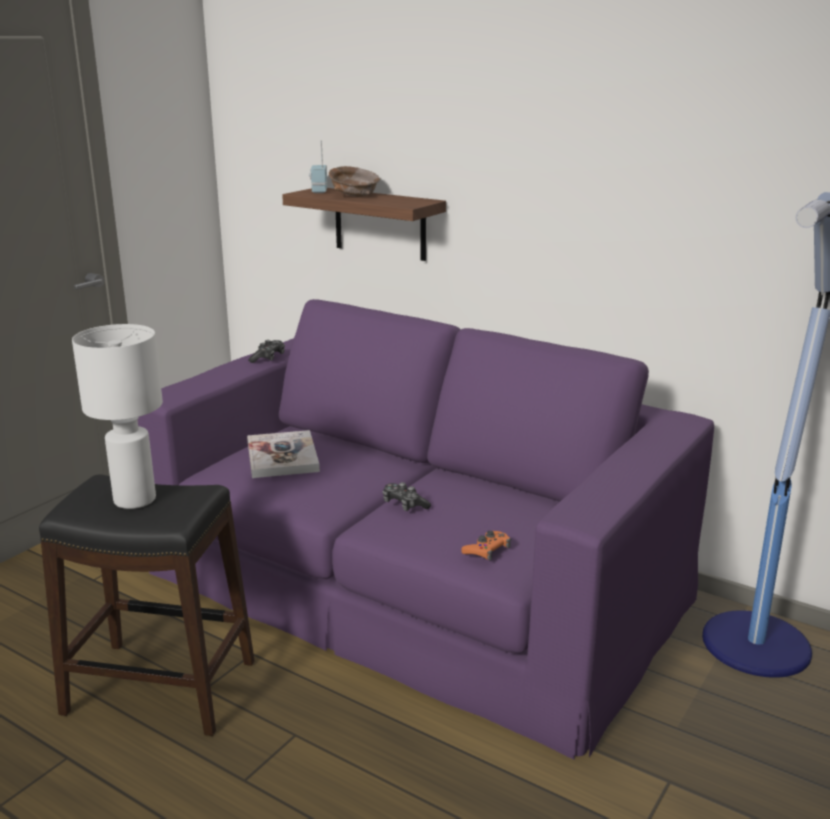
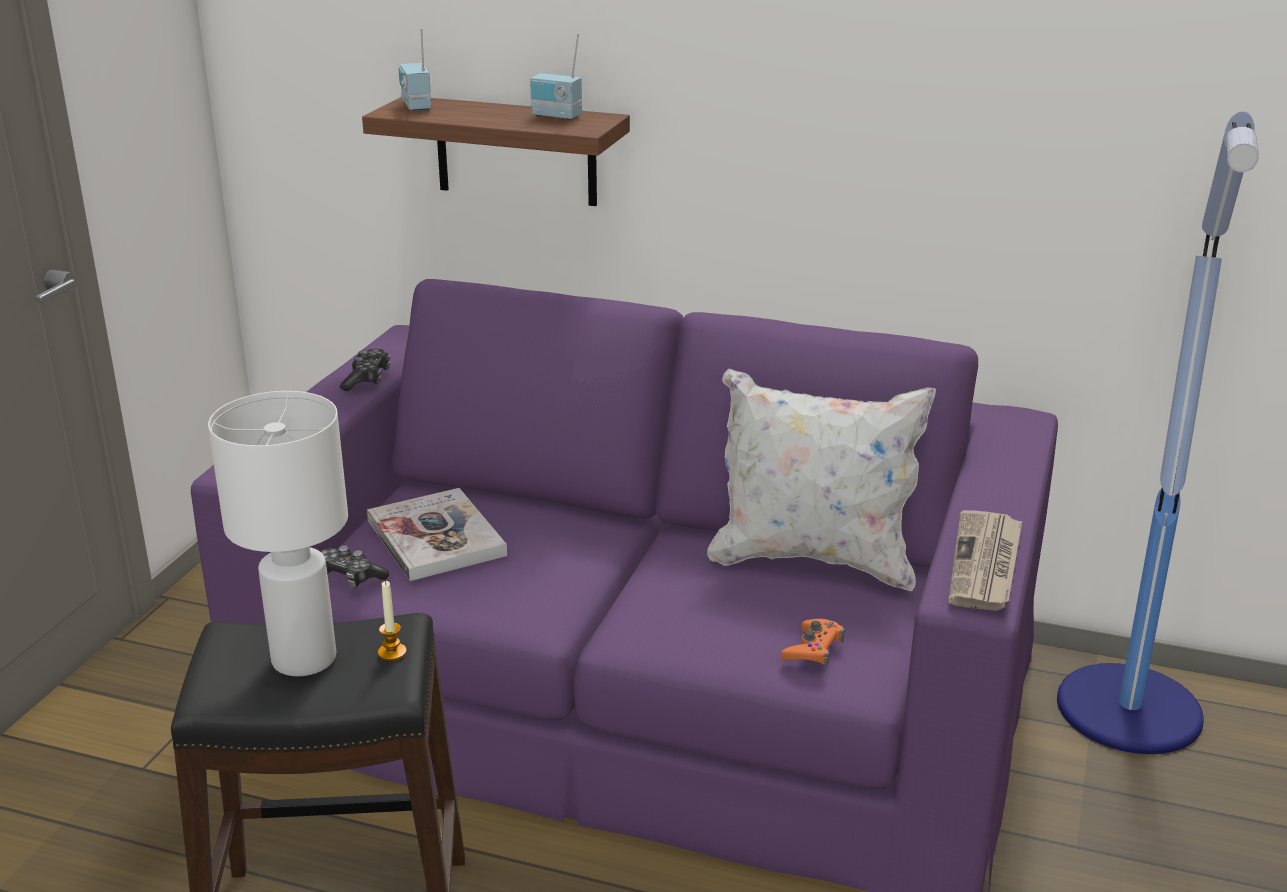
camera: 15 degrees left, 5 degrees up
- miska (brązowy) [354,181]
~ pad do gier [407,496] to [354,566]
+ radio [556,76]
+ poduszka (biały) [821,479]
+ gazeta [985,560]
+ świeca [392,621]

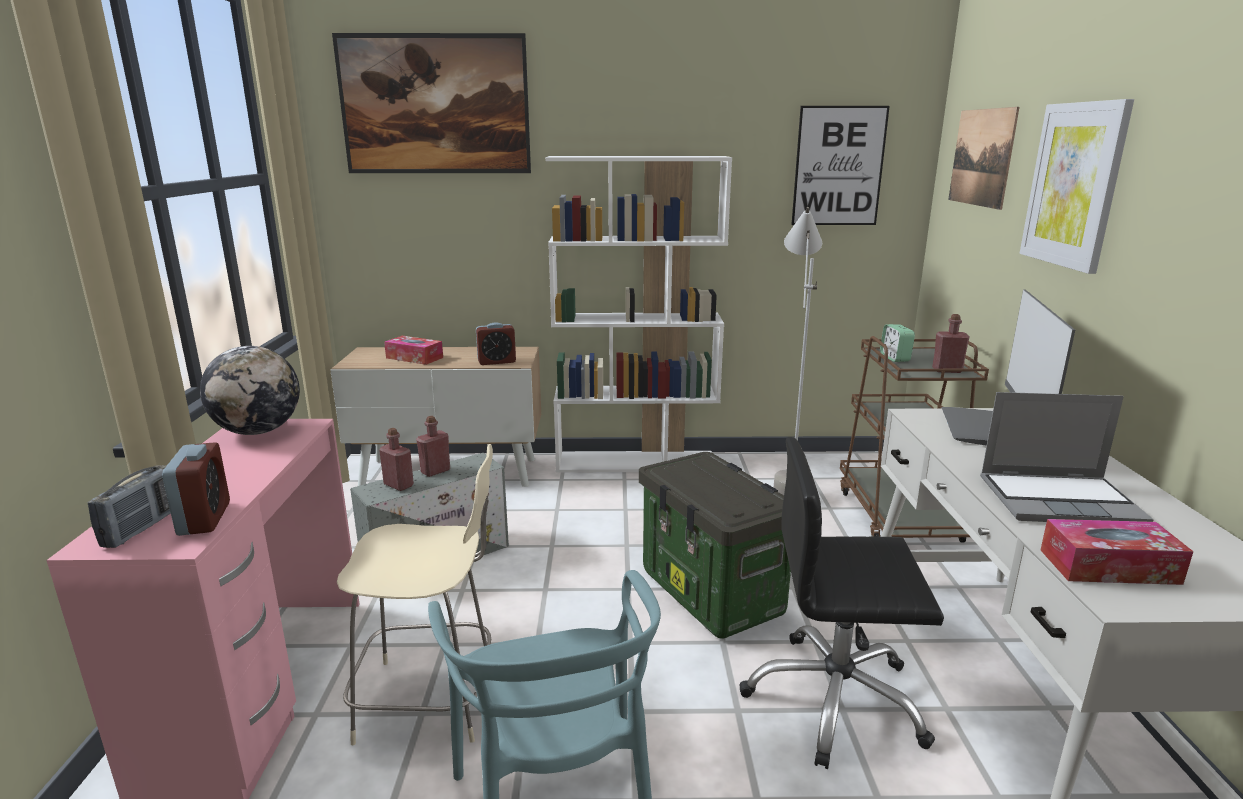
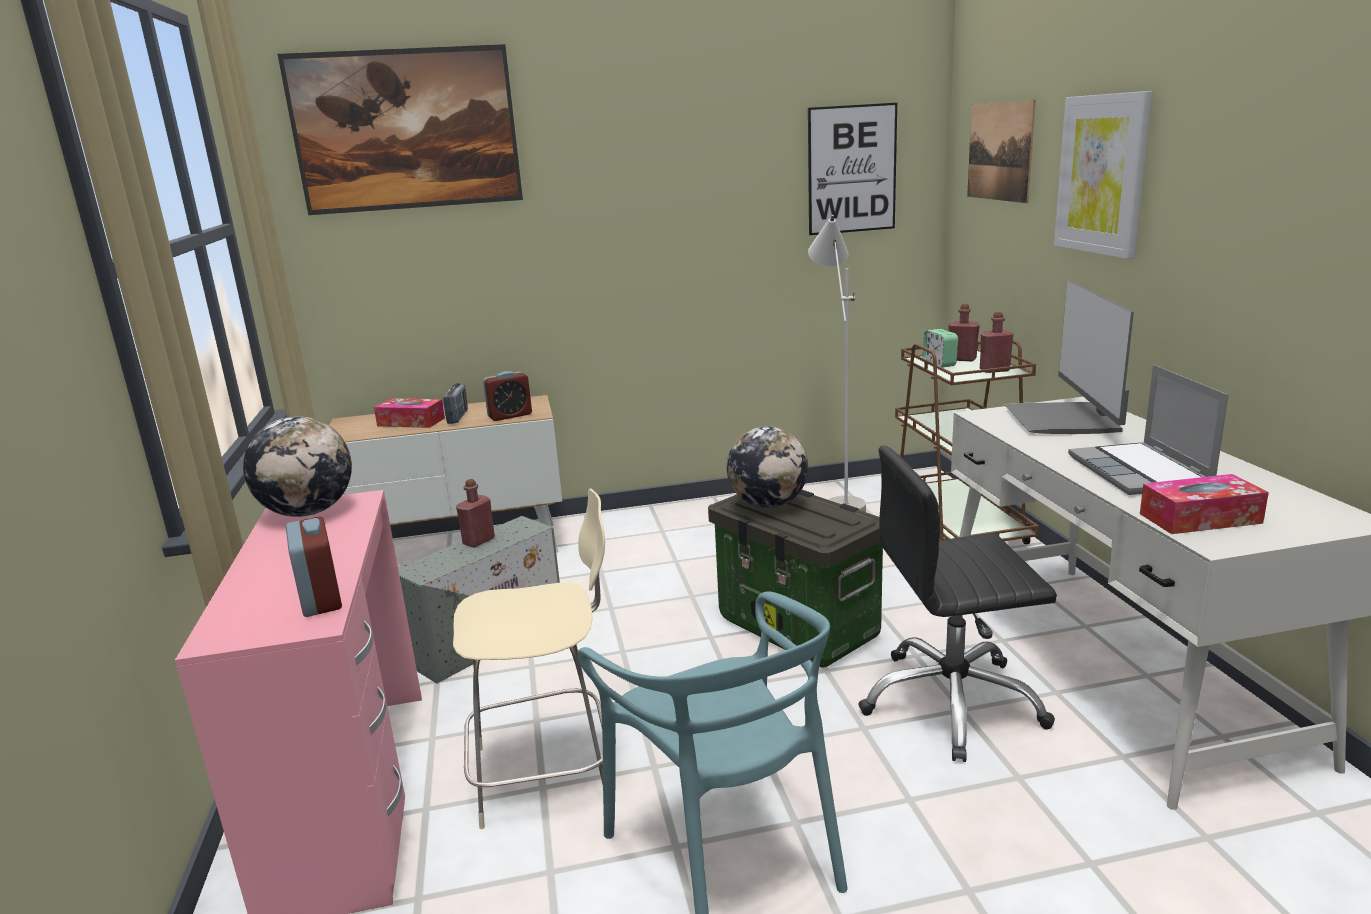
camera: 10 degrees left, 0 degrees up
- regał (biały) [638,314]
~ laptop [1067,457] = [1148,430] 90 degrees clockwise
~ butelka (czerwony) [396,459] to [964,332]
~ radio [129,506] to [455,403]
+ globus [767,467]

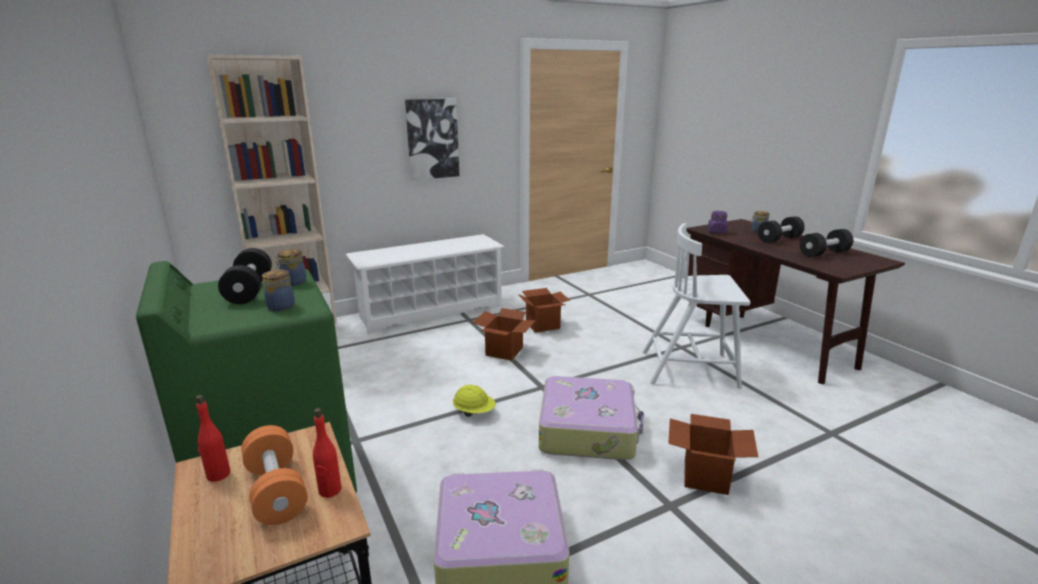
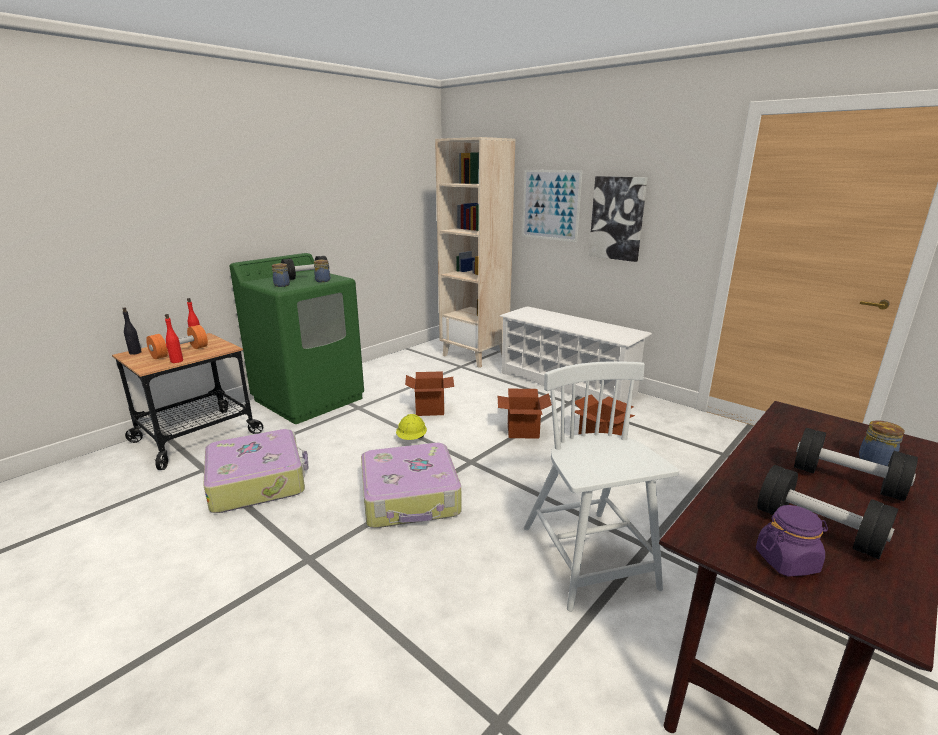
camera: 70 degrees right, 0 degrees up
~ słoik (fioletowy) [718,222] to [792,541]
~ karton [713,454] to [429,393]
+ obraz [552,206]
+ butelka (czarny) [132,331]

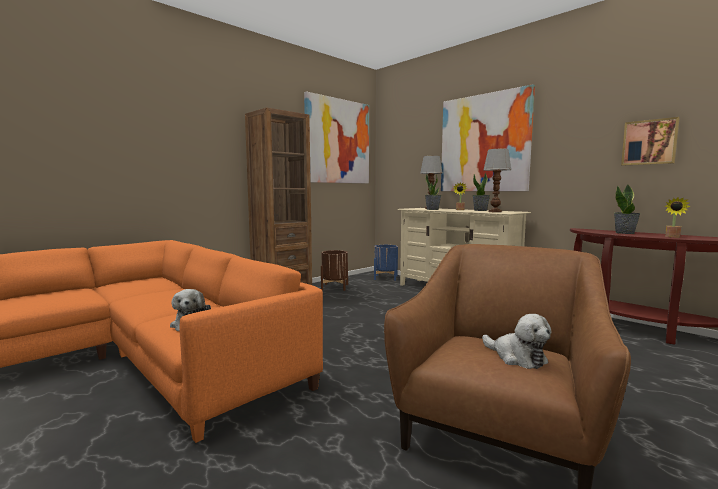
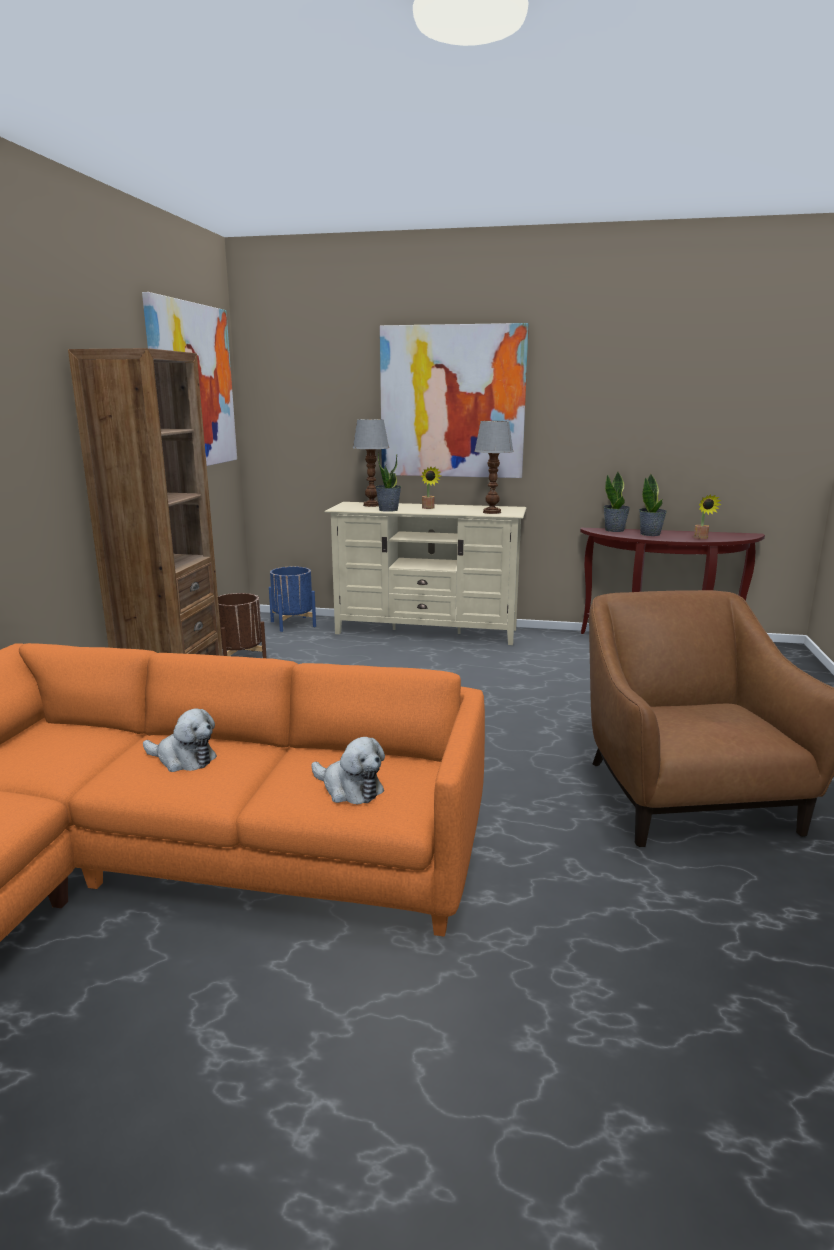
camera: 35 degrees left, 10 degrees up
- obraz [650,141]
~ roślina doniczkowa [481,191] to [616,502]
~ pluszak [517,341] to [180,740]

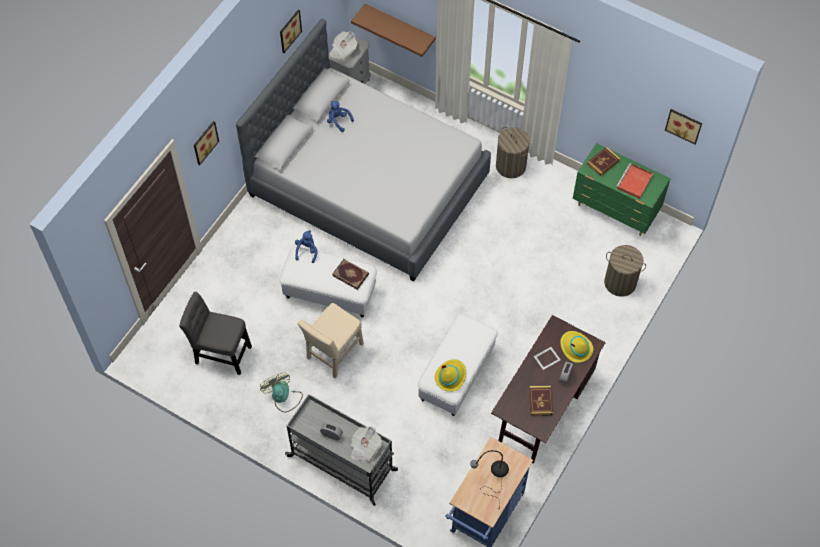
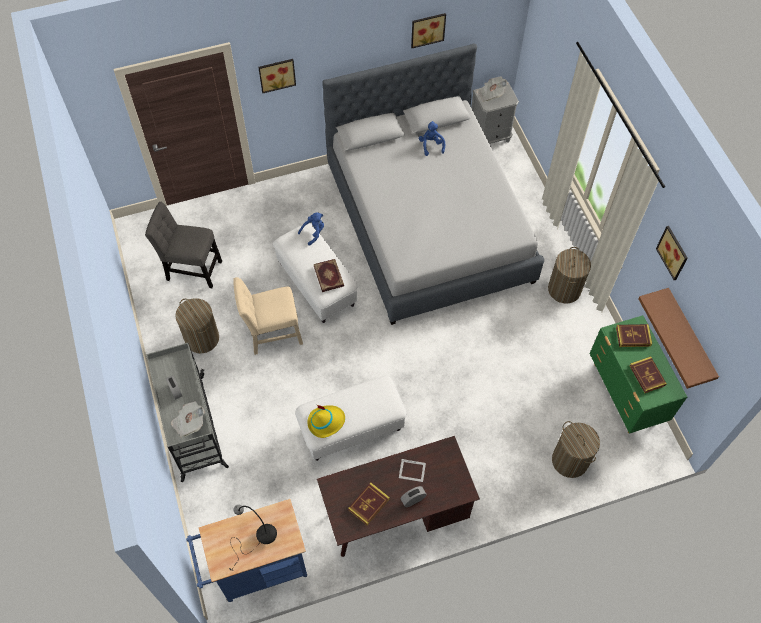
camera: 40 degrees right, 0 degrees up
~ półka (brązowy) [393,30] to [678,338]
~ obraz [683,126] to [672,253]
~ taca (czerwony) [635,181] to książka [648,374]
~ krzesło (szary) [215,333] = [183,245] 45 degrees counterclockwise
- kapelusz (żółty) [576,347]
~ wentylator [281,392] to kosz na pranie [197,325]

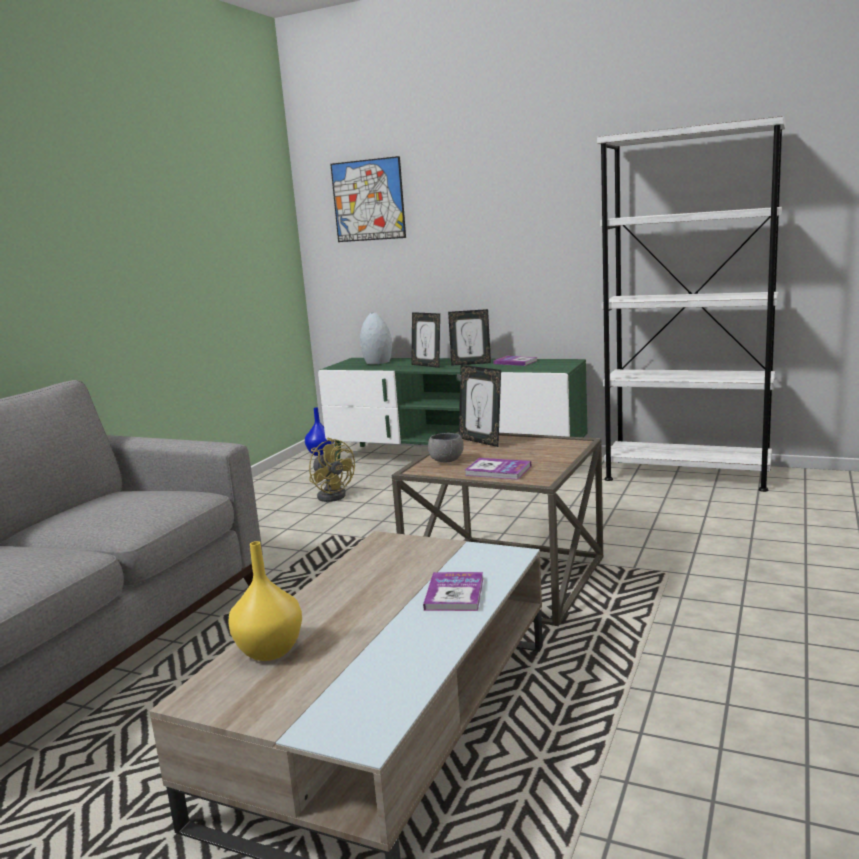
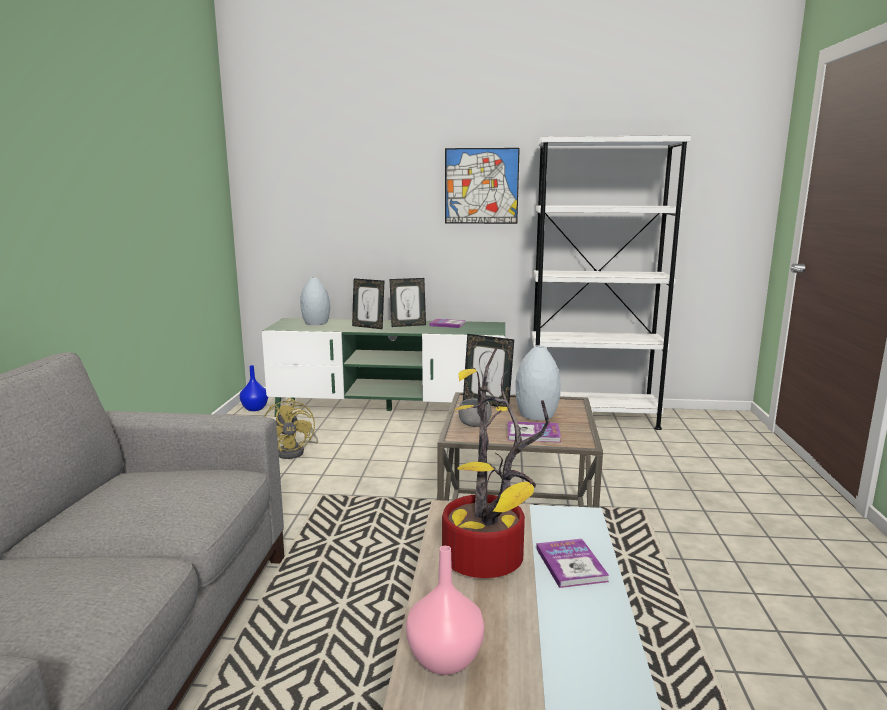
camera: 20 degrees left, 0 degrees up
~ obraz [368,199] to [482,186]
~ wentylator (żółty) [332,470] = [291,428] 45 degrees clockwise
~ wazon (żółty) [265,601] to wazon (różowy) [445,610]
+ wazon (szary) [538,382]
+ roślina doniczkowa [496,462]

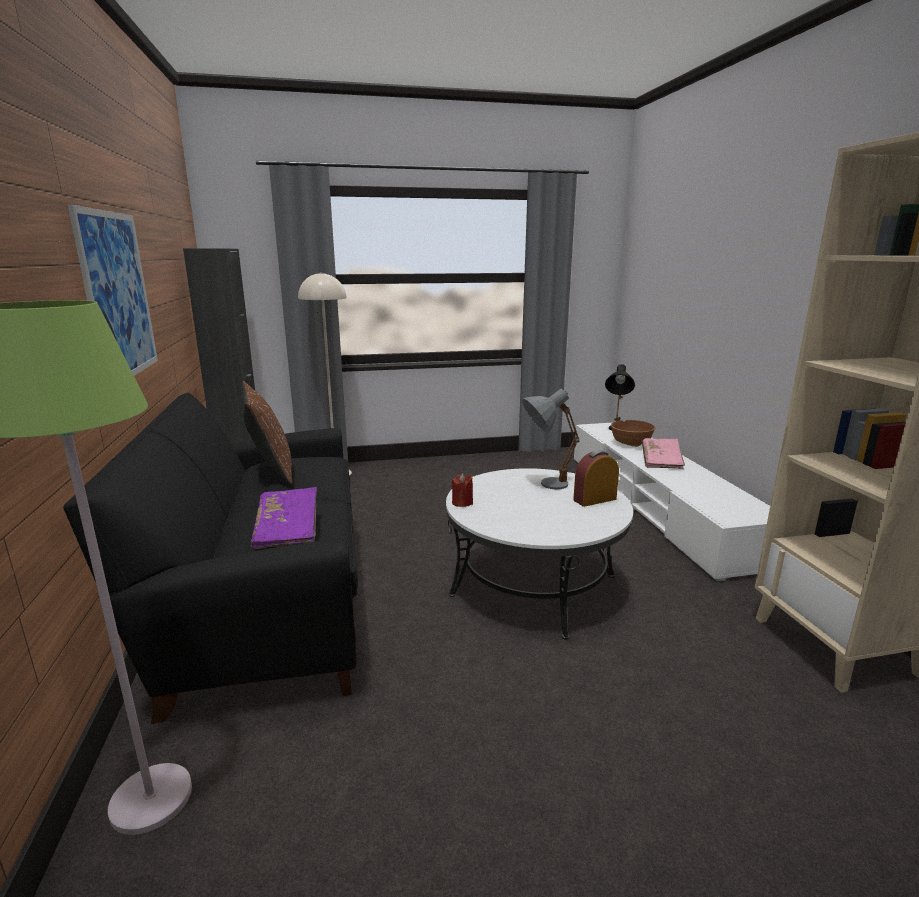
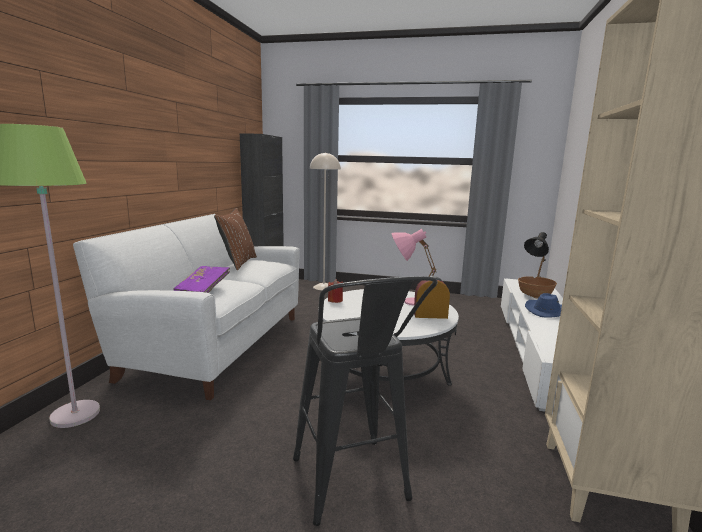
camera: 25 degrees right, 5 degrees down
- obraz [113,290]
~ lampa stołowa (szary) [551,439] to lampa stołowa (różowy) [413,267]
~ kanapa (czarny) [210,558] to kanapa (biały) [186,307]
~ książka (różowy) [663,453] to kapelusz (niebieski) [543,305]
+ stołek (czarny) [365,401]

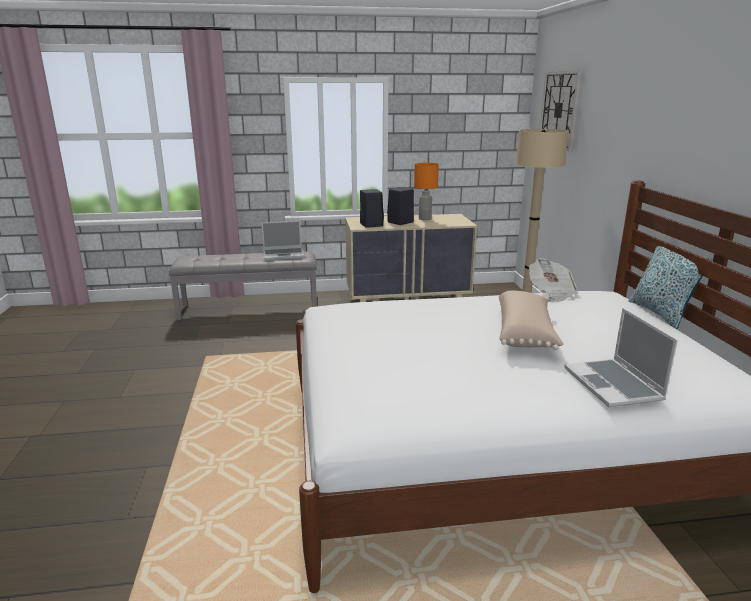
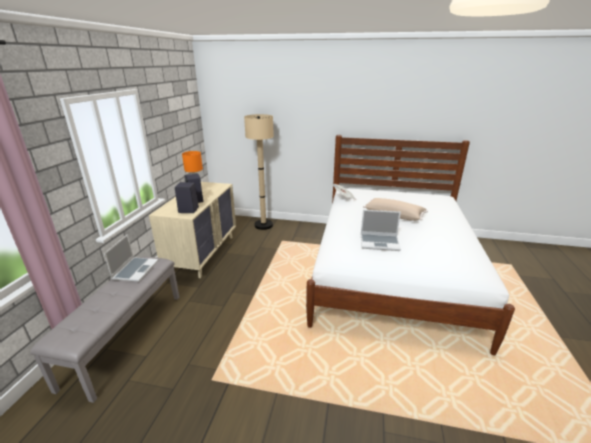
camera: 70 degrees left, 5 degrees up
- zegar ścienny [561,110]
- poduszka [671,287]
~ laptop [621,357] to [381,230]

